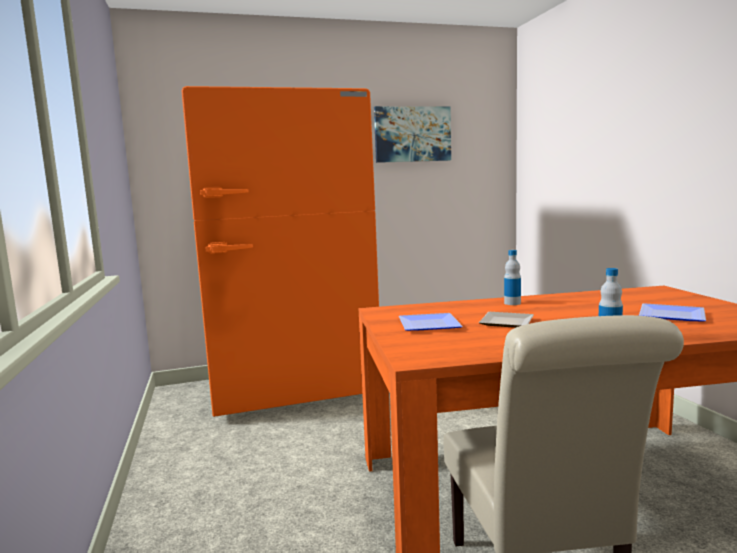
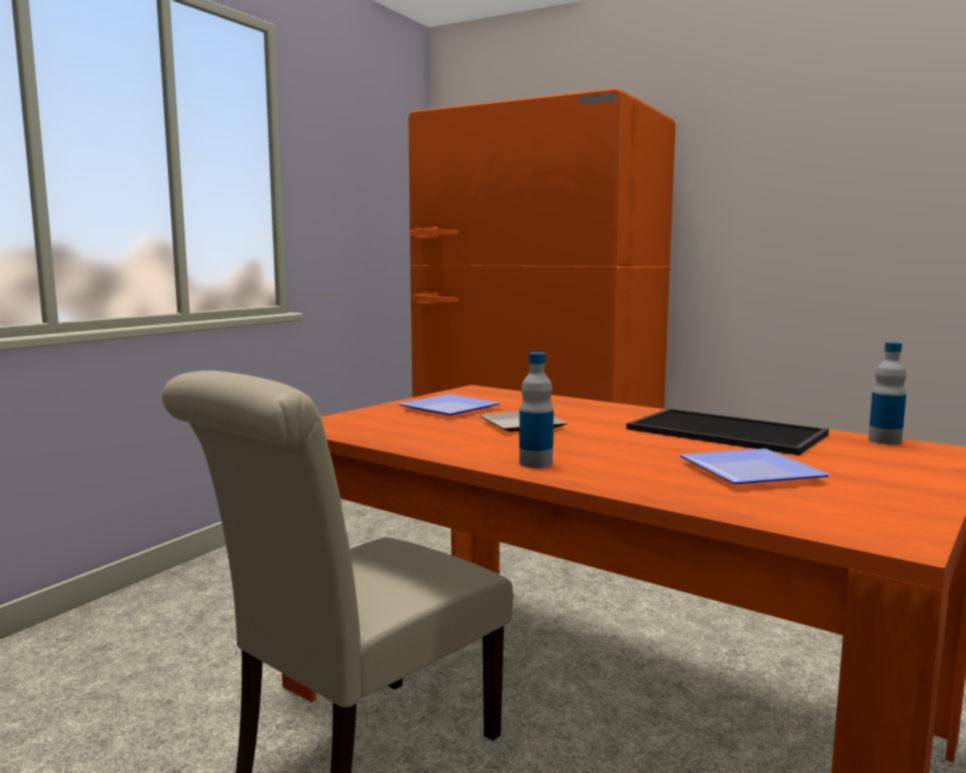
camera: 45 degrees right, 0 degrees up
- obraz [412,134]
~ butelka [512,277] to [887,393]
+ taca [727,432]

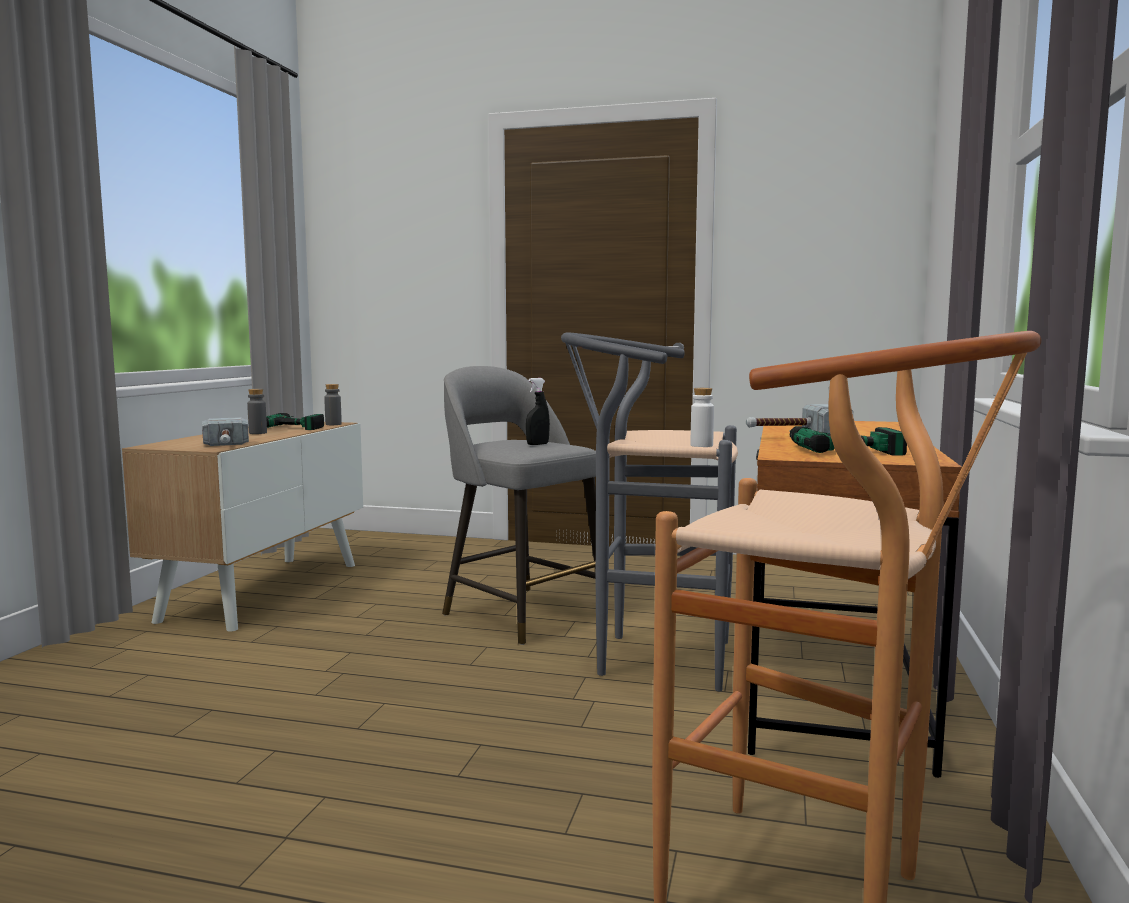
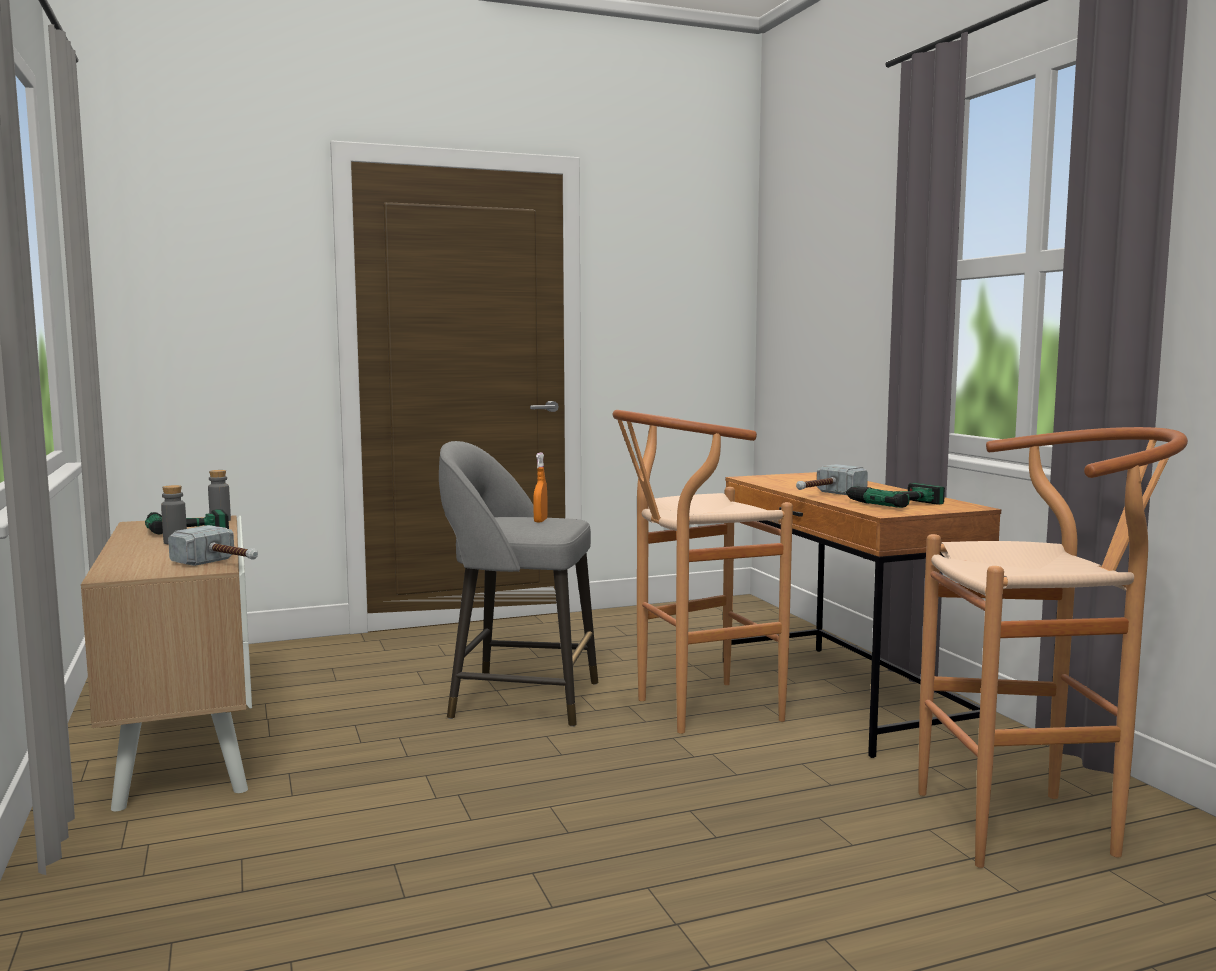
camera: 35 degrees left, 0 degrees up
~ stołek (szary) [649,511] to stołek (brązowy) [702,572]
~ spryskiwacz (czarny) [538,411] to spryskiwacz (pomarańczowy) [540,487]
- butelka (biały) [702,417]

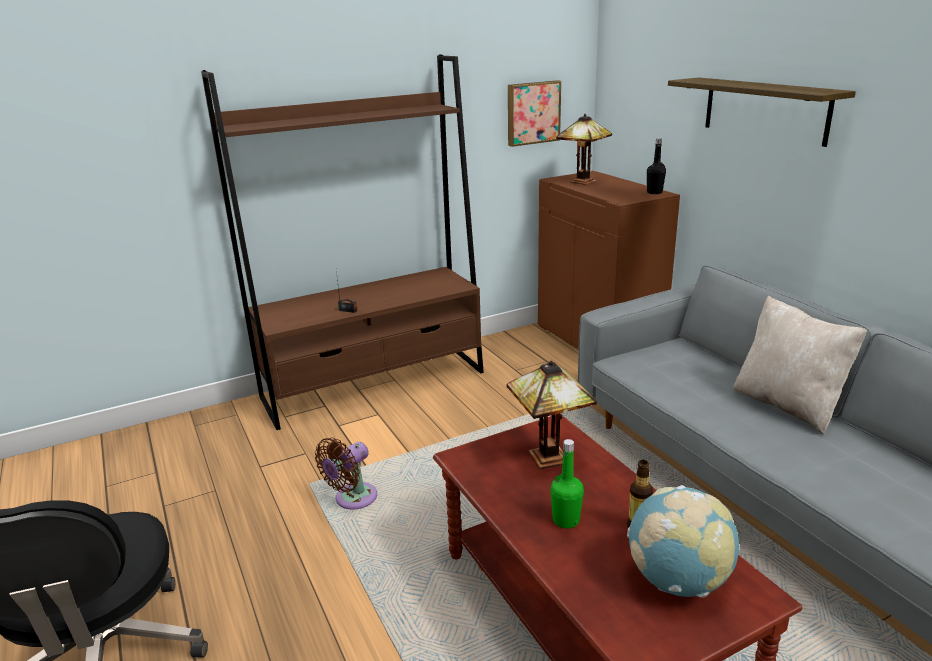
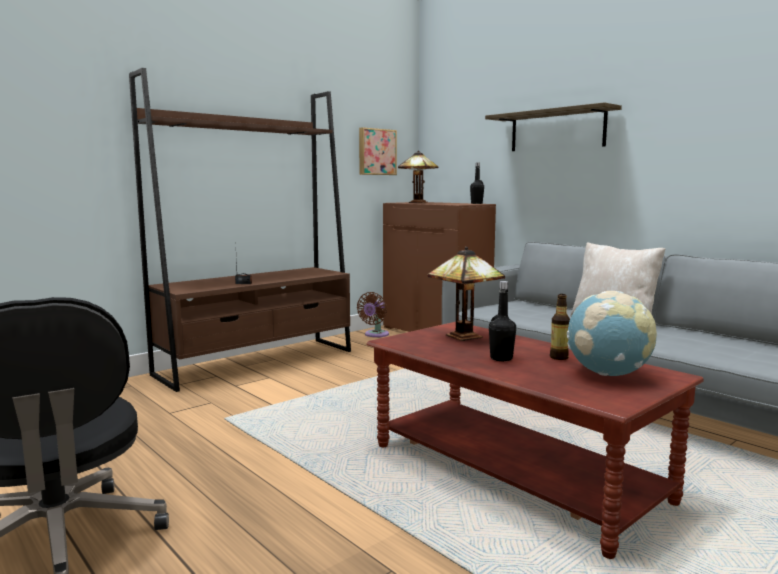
camera: 15 degrees left, 15 degrees down
~ wentylator (brązowy) [346,474] to [373,314]
~ butelka (zielony) [567,484] to butelka (czarny) [502,321]

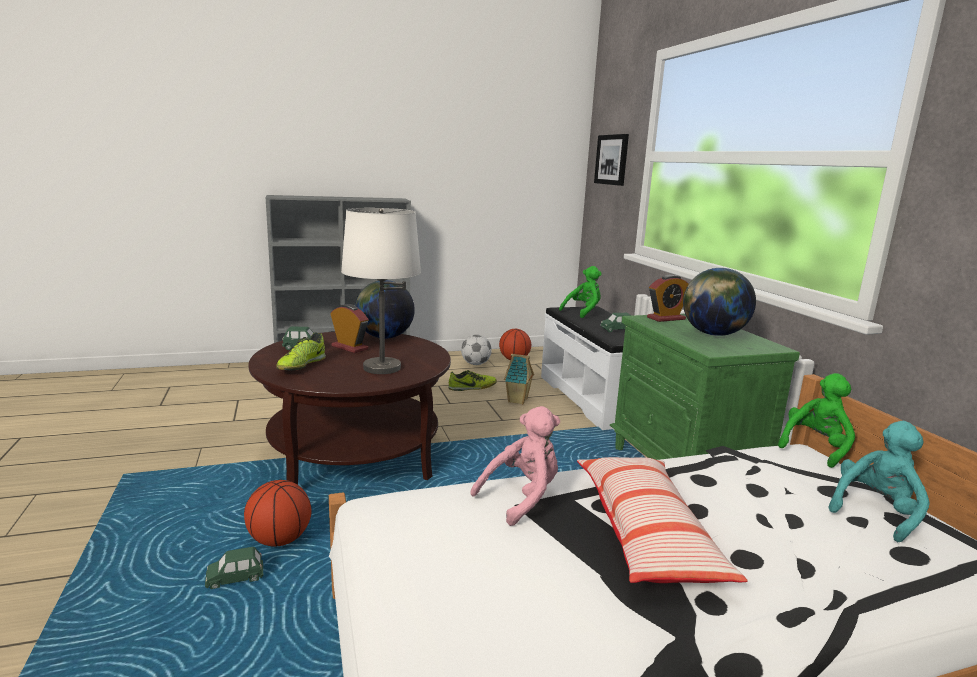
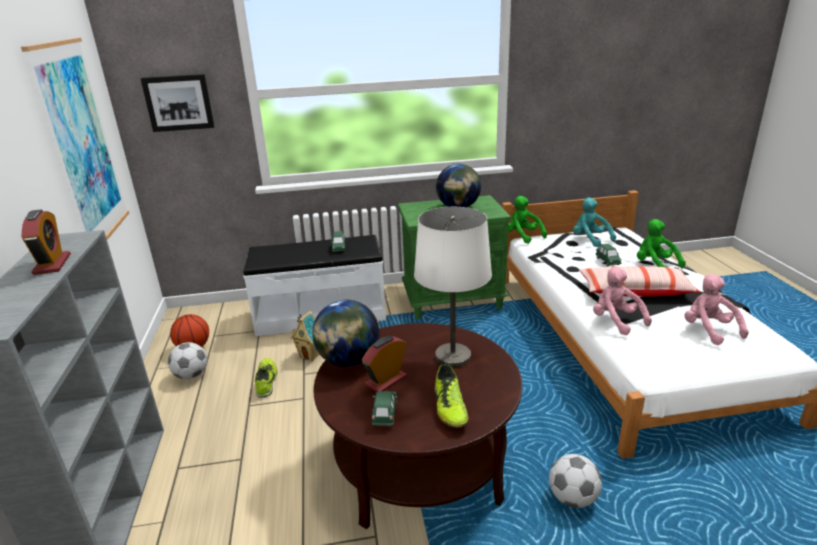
camera: 80 degrees left, 10 degrees up
~ pluszak (zielony) [580,292] to [661,243]
~ budzik [668,298] to [46,242]
~ but [301,351] = [451,396] 60 degrees clockwise
~ piłka do koszykówki [277,513] to piłka futbolowa [575,481]
~ samochodzik (zielony) [234,568] to [608,255]
+ obraz [75,139]
+ pluszak (różowy) [716,309]

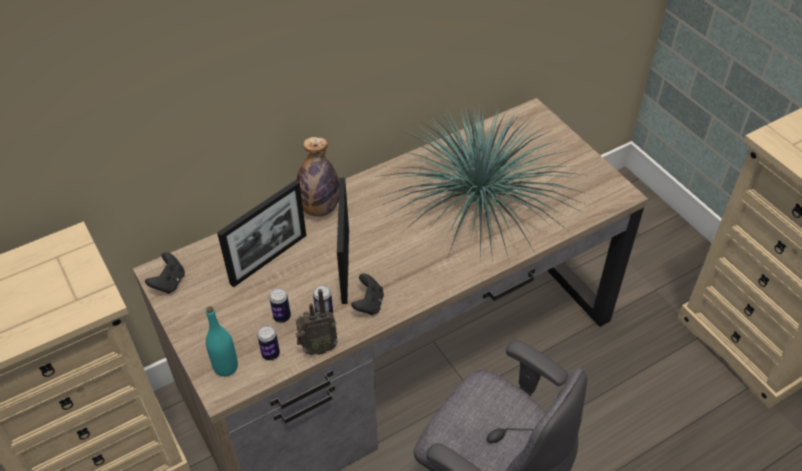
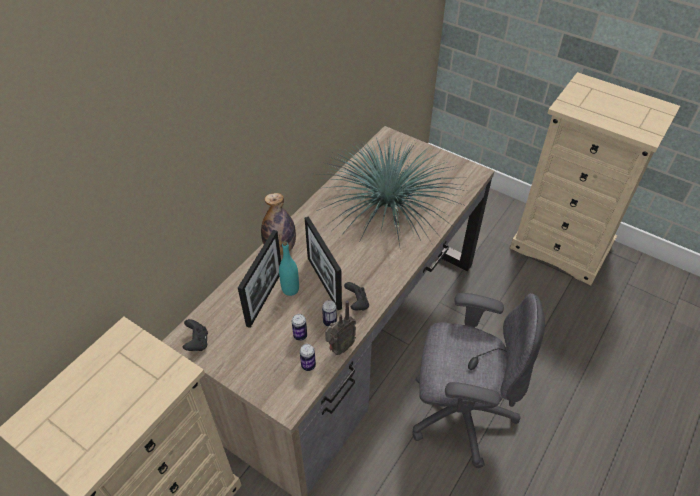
camera: 25 degrees left, 0 degrees up
~ butelka (turkusowy) [222,341] to [289,268]

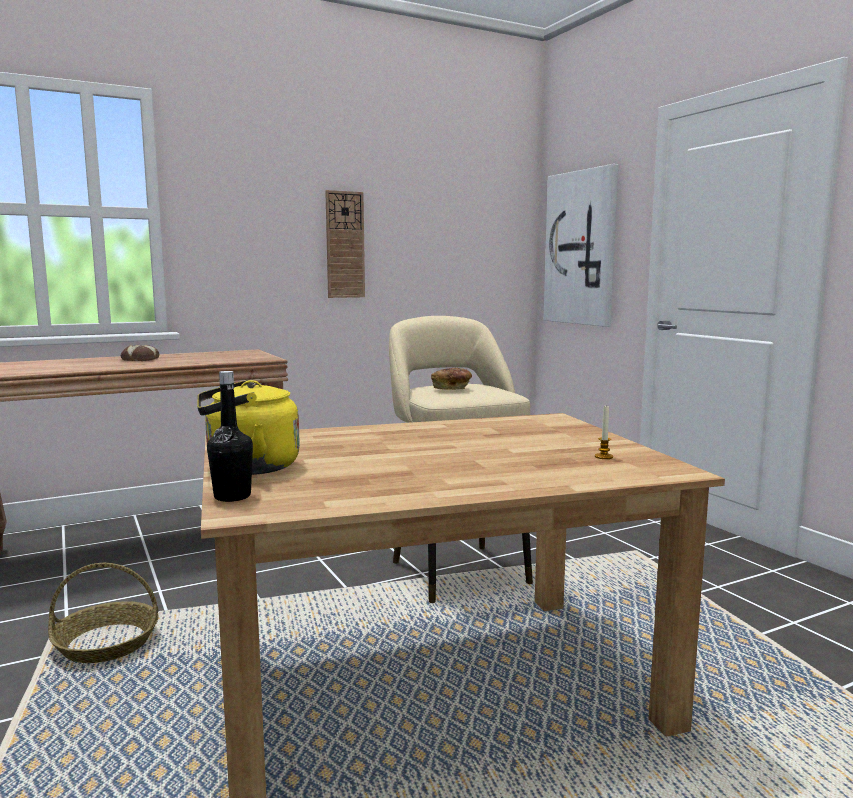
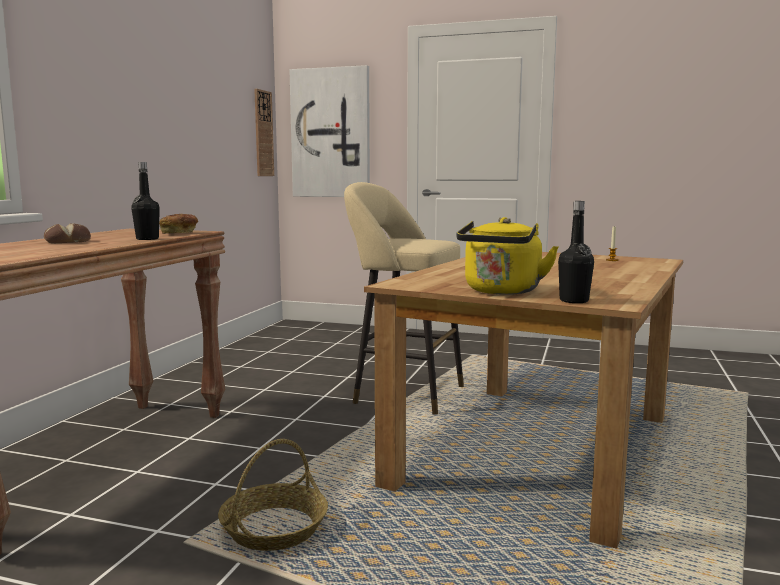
camera: 45 degrees left, 0 degrees up
~ zegar ścienny [345,244] to [264,132]
~ chleb [451,379] to [178,224]
+ butelka (czarny) [145,201]

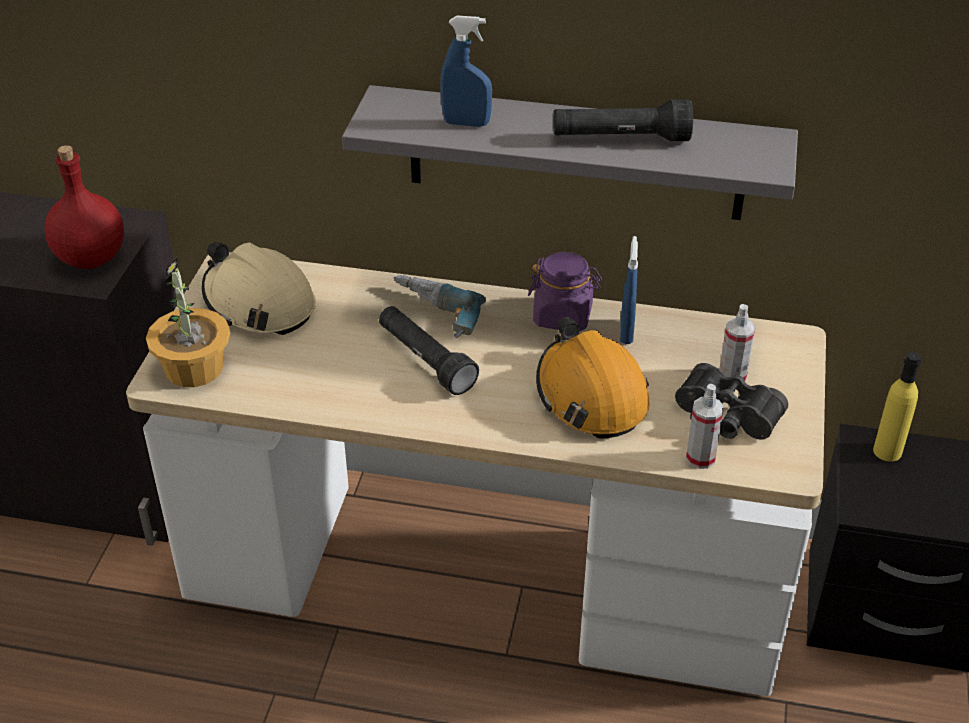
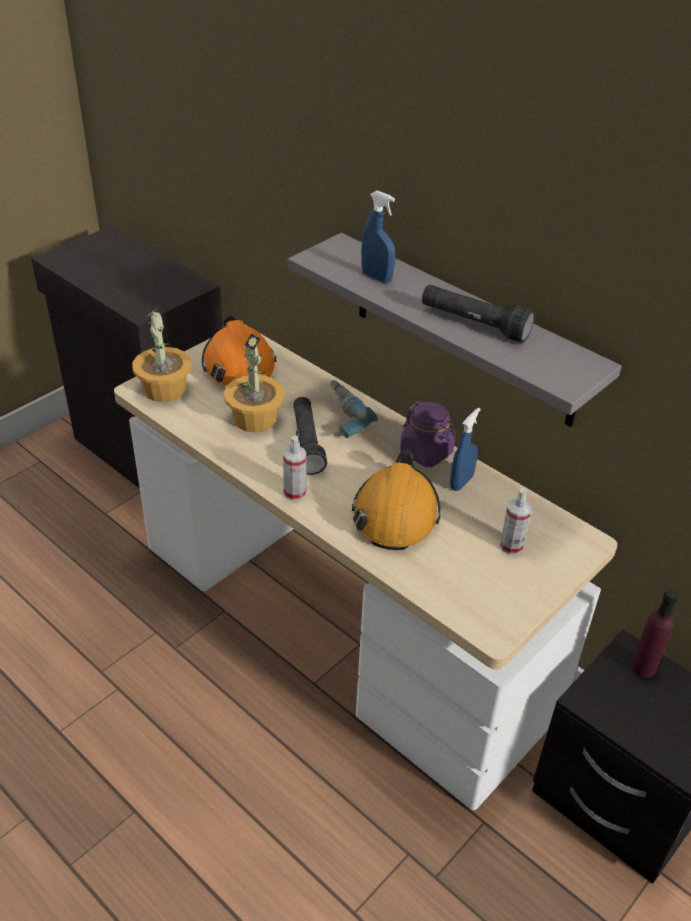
camera: 30 degrees right, 0 degrees up
- butelka (czerwony) [84,207]
~ kask (beżowy) [259,288] to kask (pomarańczowy) [239,350]
~ butelka (żółty) [897,407] to butelka (fioletowy) [654,634]
- lornetka (czarny) [731,401]
~ spryskiwacz [705,426] to [294,468]
+ roślina doniczkowa [254,383]

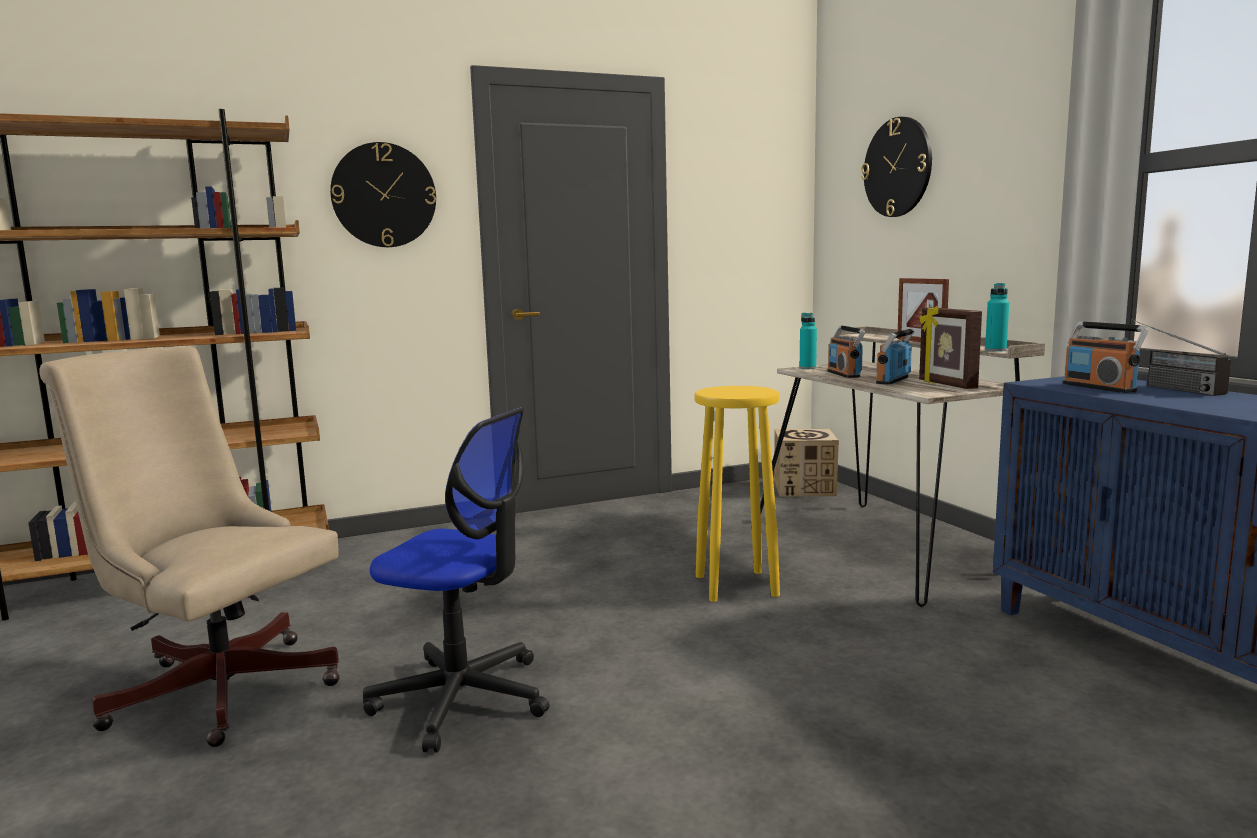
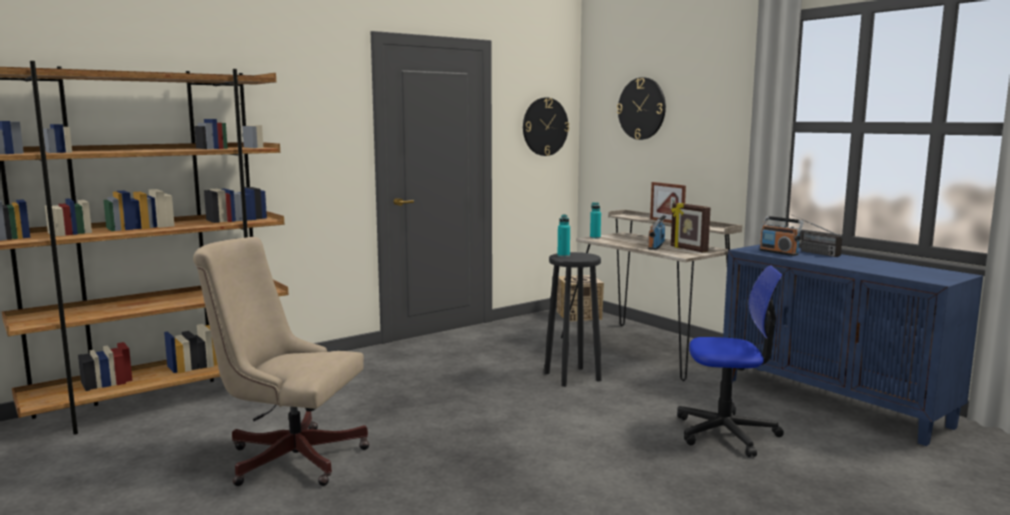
camera: 15 degrees left, 0 degrees up
~ zegar ścienny [383,194] to [546,126]
~ butelka (turkusowy) [997,317] to [563,236]
- radio [846,351]
~ stołek (żółty) [737,494] to stołek (czarny) [573,319]
~ krzesło biurowe [456,579] to [730,361]

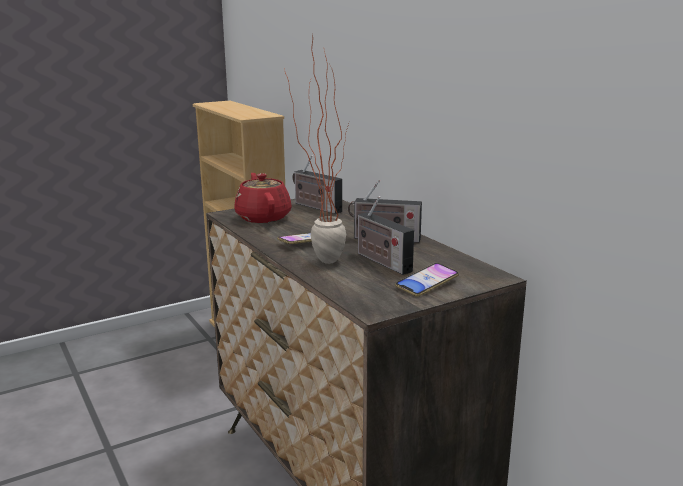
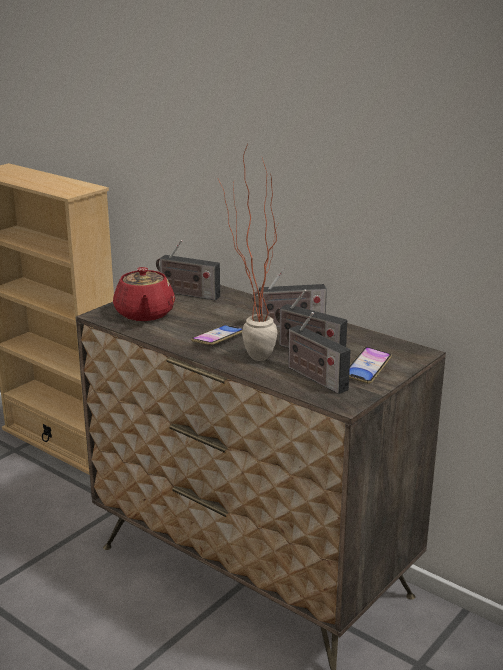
camera: 20 degrees left, 5 degrees up
~ imbryk (czerwony) [263,198] = [144,294] 150 degrees counterclockwise
+ radio [318,353]

